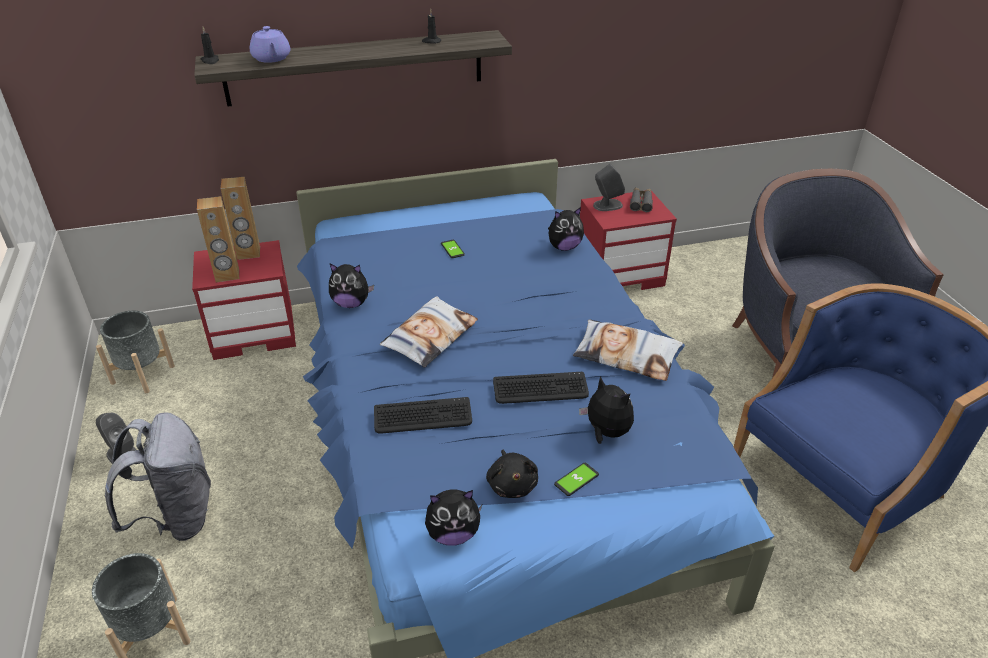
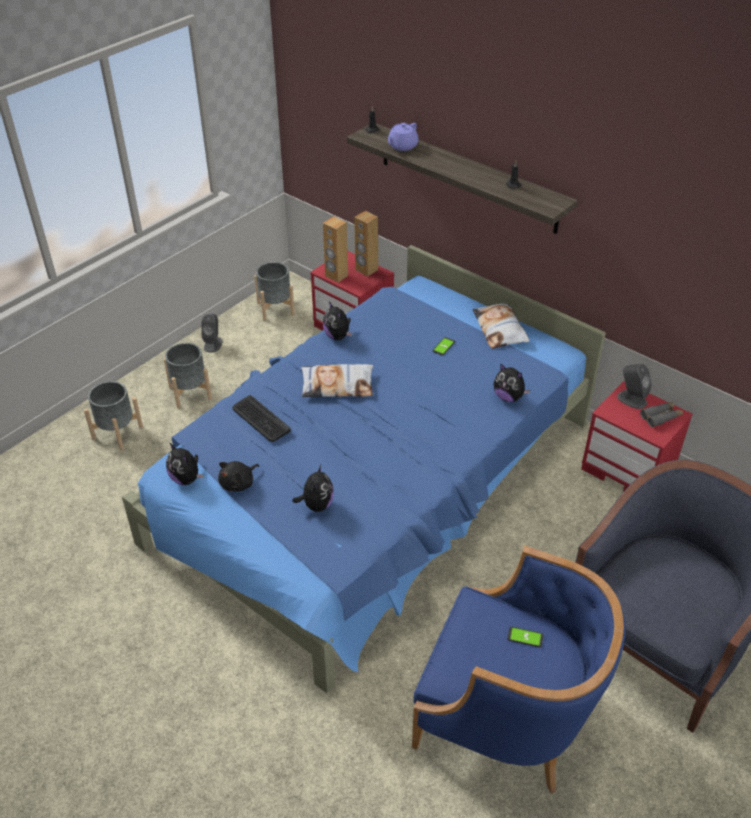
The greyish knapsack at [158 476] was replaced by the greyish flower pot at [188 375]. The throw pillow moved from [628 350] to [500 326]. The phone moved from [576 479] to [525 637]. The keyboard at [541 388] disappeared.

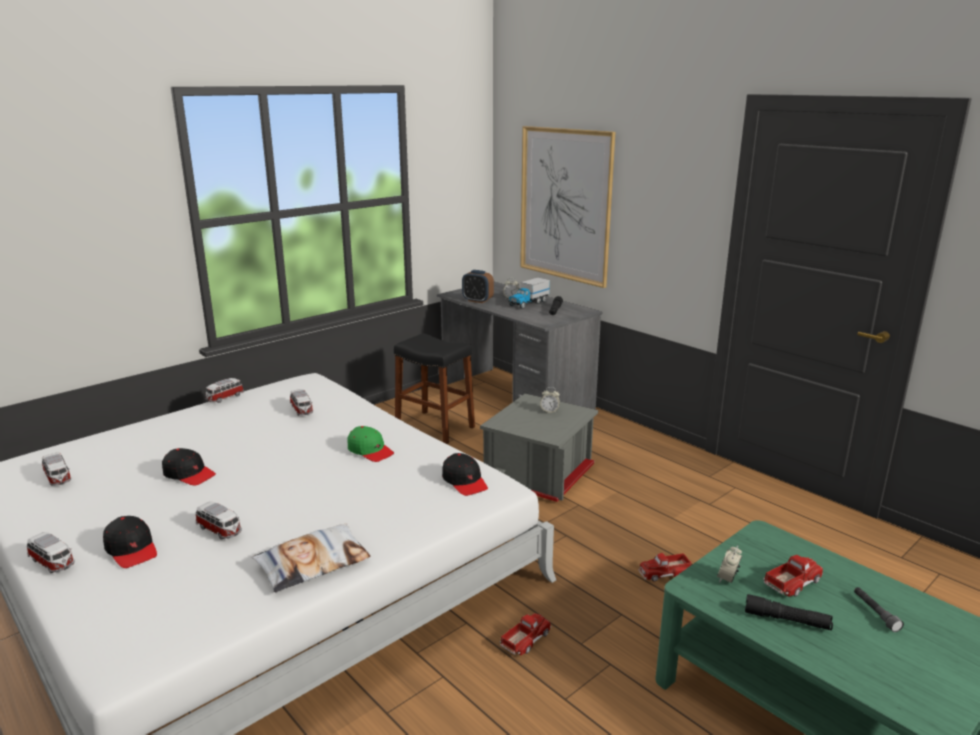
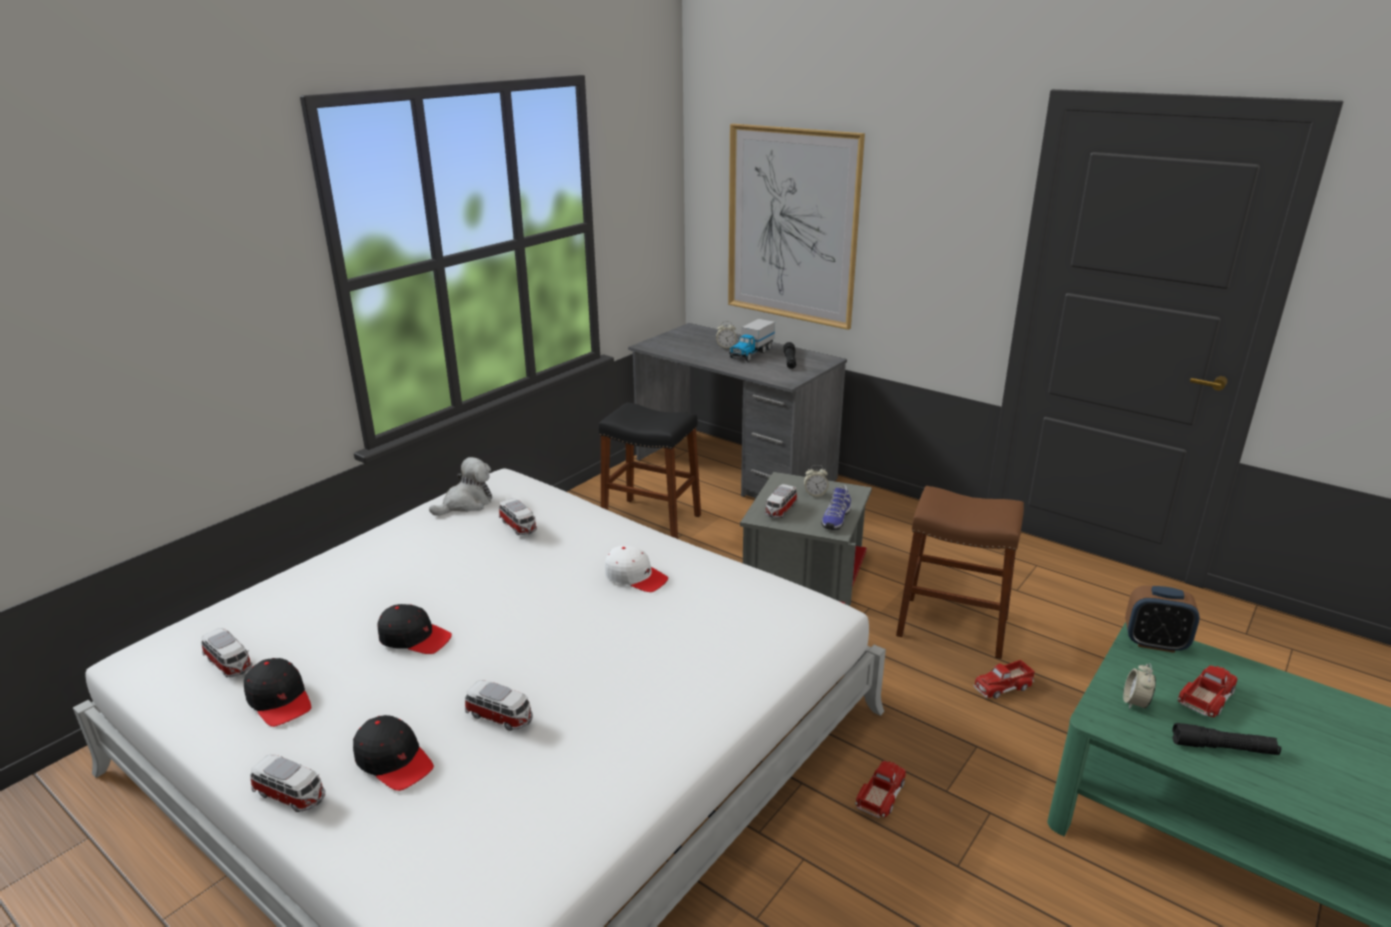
The black-coloured peaked cap moved from [465 474] to [277 692]. The soft toy at [460 486] appeared. The green peaked cap at [371 444] became the whitish peaked cap at [636 569]. The model car moved from [224 390] to [781 501]. The item of footwear at [836 507] appeared. The brown stool at [960 572] appeared. The table clock moved from [478 286] to [1162 619]. The throw pillow at [311 557] disappeared. The greyish hand torch at [879 609] disappeared.

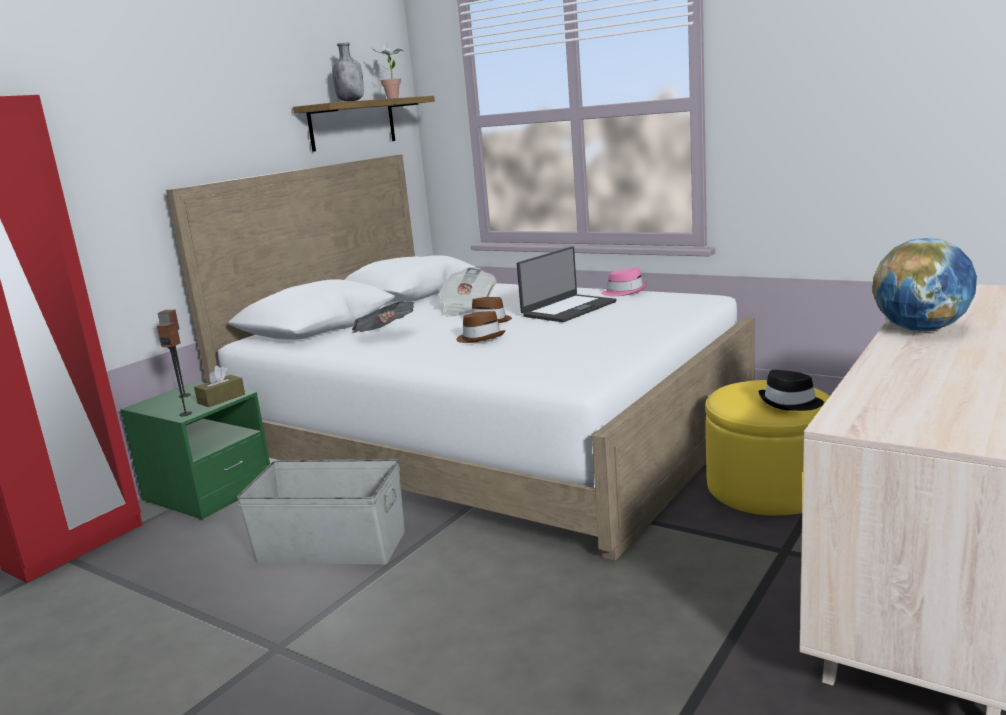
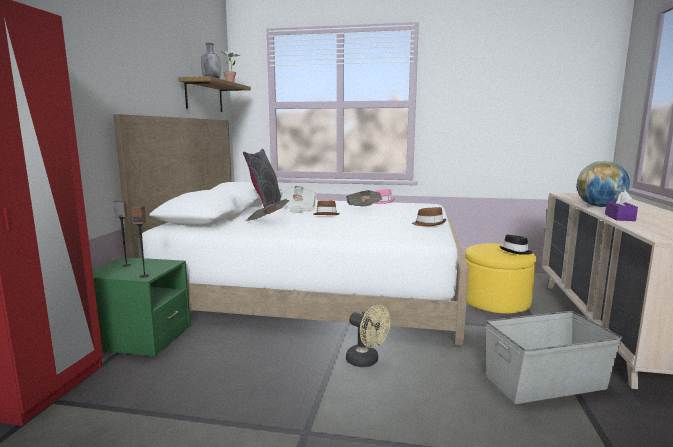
The greyish throw pillow at [262 178] appeared. The laptop at [566 284] was replaced by the newspaper at [364 198]. The beige cooling fan at [368 336] appeared. The brown clothing hat moved from [480 327] to [429 216]. The greyish storage bin moved from [321 512] to [554 357]. The purple-coloured box of tissues at [621 206] appeared. The brown box of tissues at [219 386] disappeared.

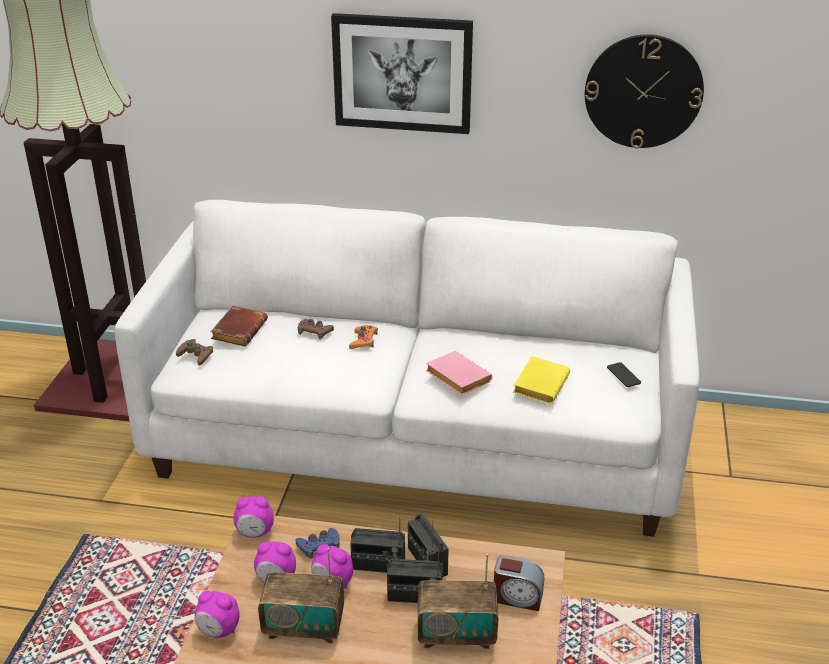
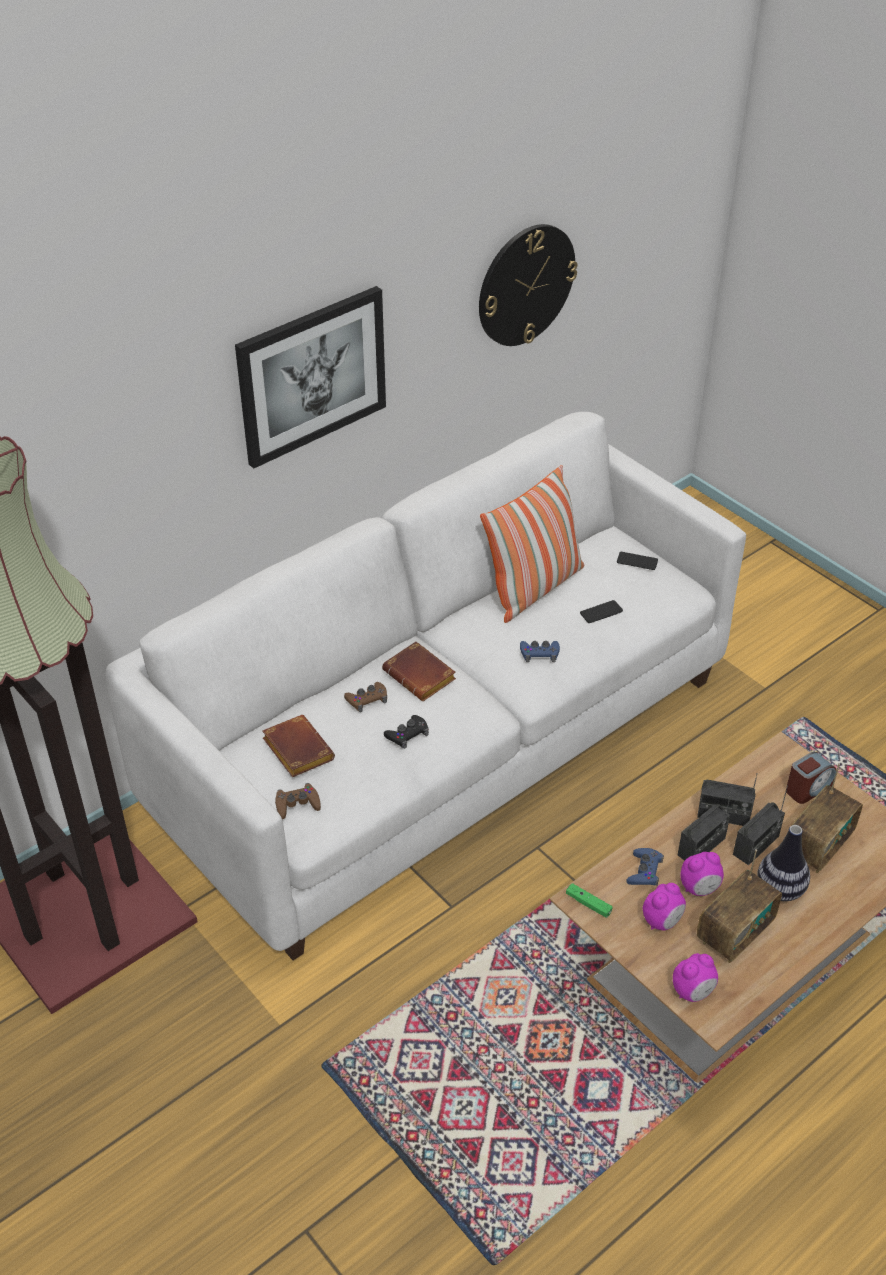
The orange-coloured game controller at [363 337] was replaced by the brown book at [419 671]. The black-coloured game controller at [406 732] appeared. The throw pillow at [532 544] appeared. The pinkish book at [459 373] was replaced by the bluish game controller at [540 651]. The table clock at [253 517] was replaced by the green game controller at [589 900]. The yellowish book at [541 380] was replaced by the phone at [601 611]. The vase at [783 863] appeared.

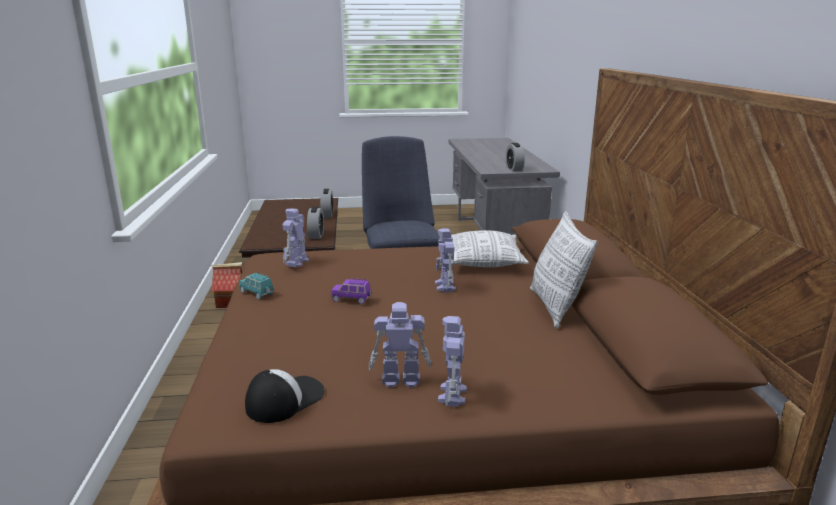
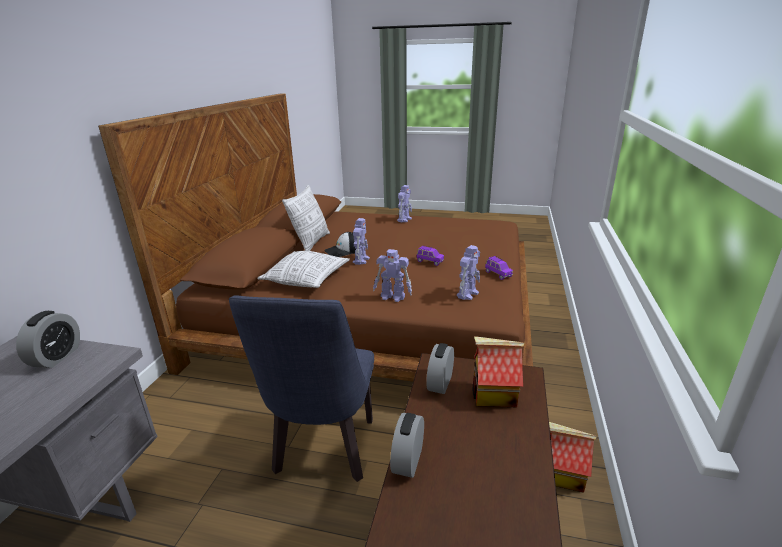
The peaked cap moved from [285 396] to [340 244]. The toy robot moved from [400 345] to [392 275]. The miniature house at [498 371] appeared. The blue-green model car at [256 286] became the purple-coloured model car at [499 268].

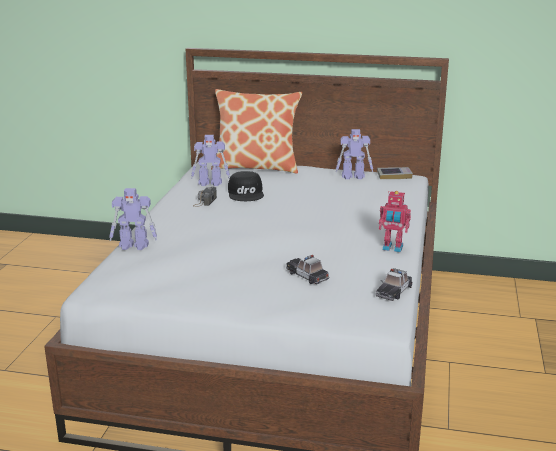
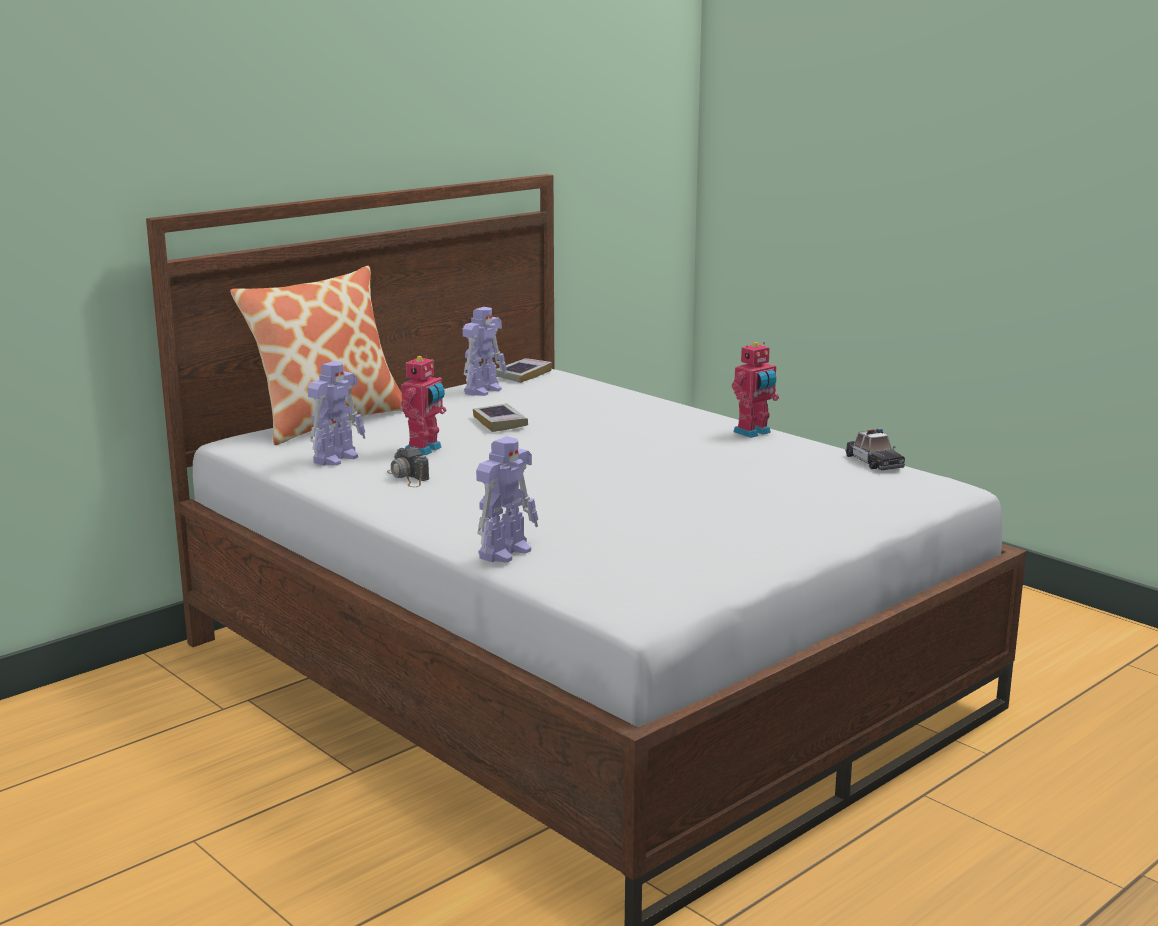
The black-coloured peaked cap at [246 186] was replaced by the toy robot at [423 405]. The book at [500 417] appeared. The model car at [307 269] disappeared.

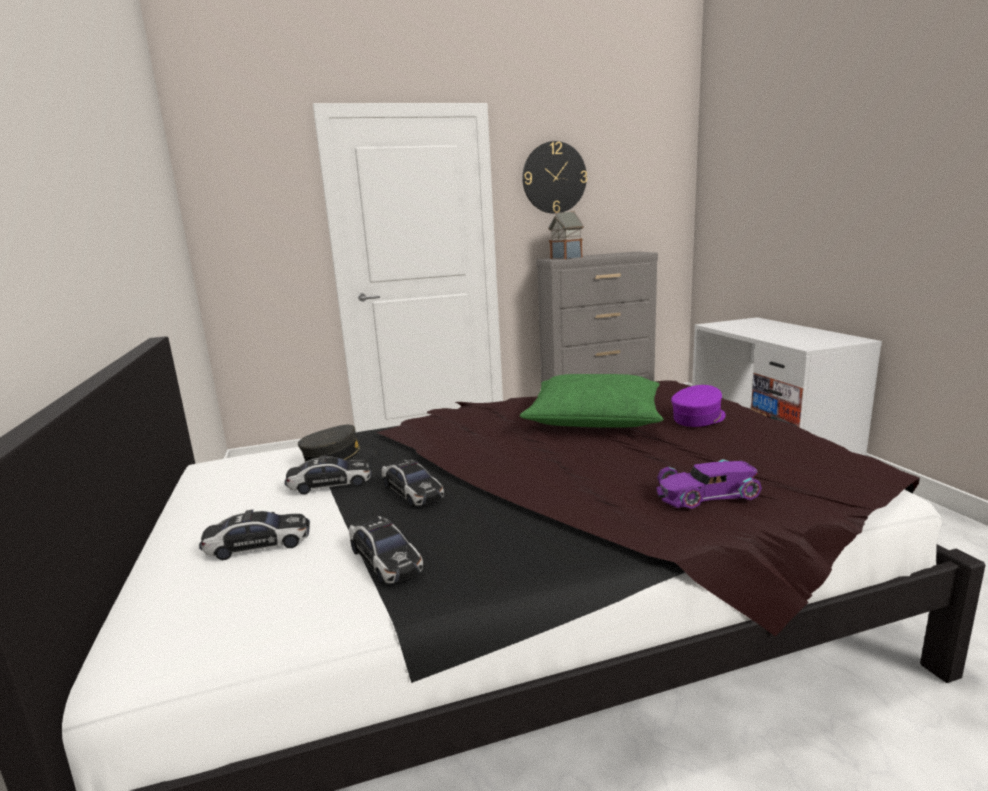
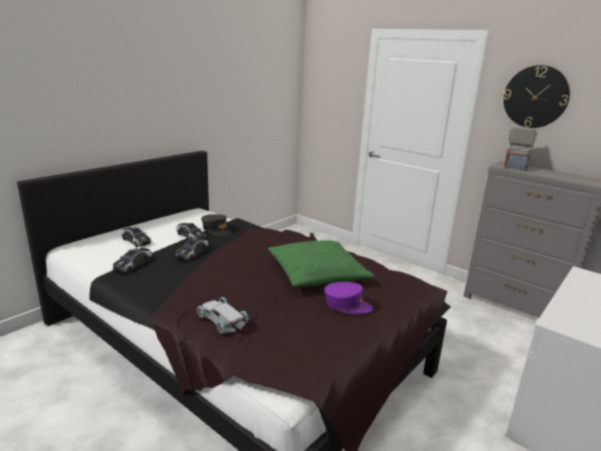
The purple-coloured model car at [709 484] became the whitish model car at [223 315].

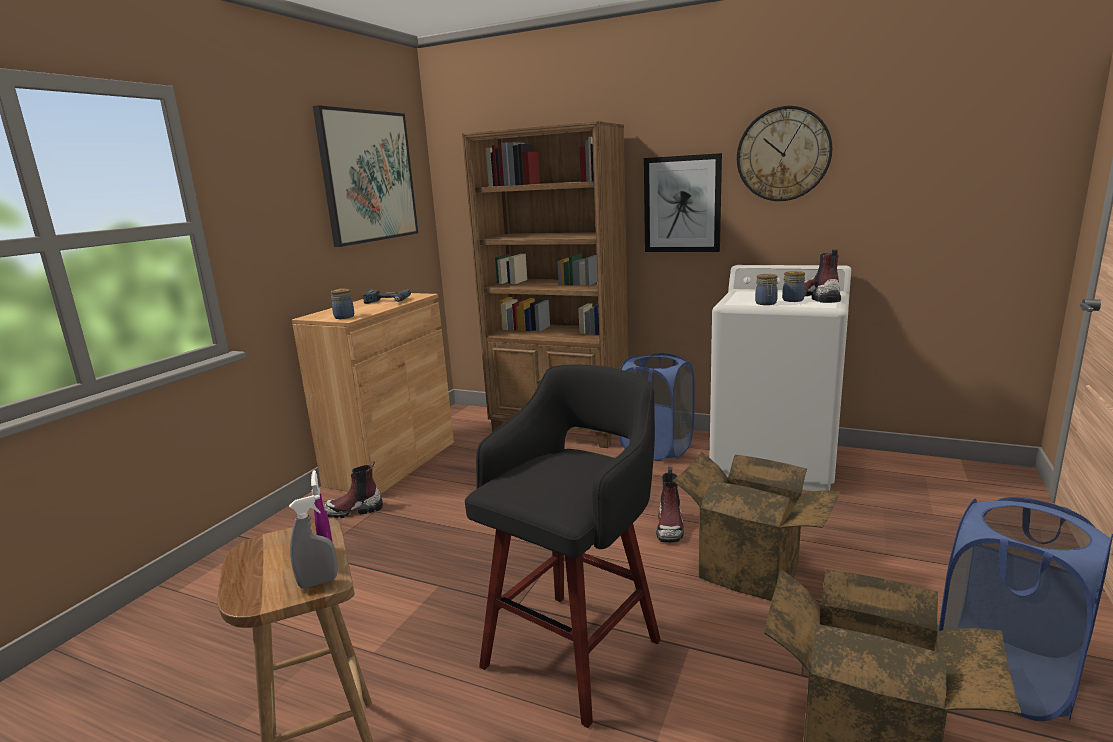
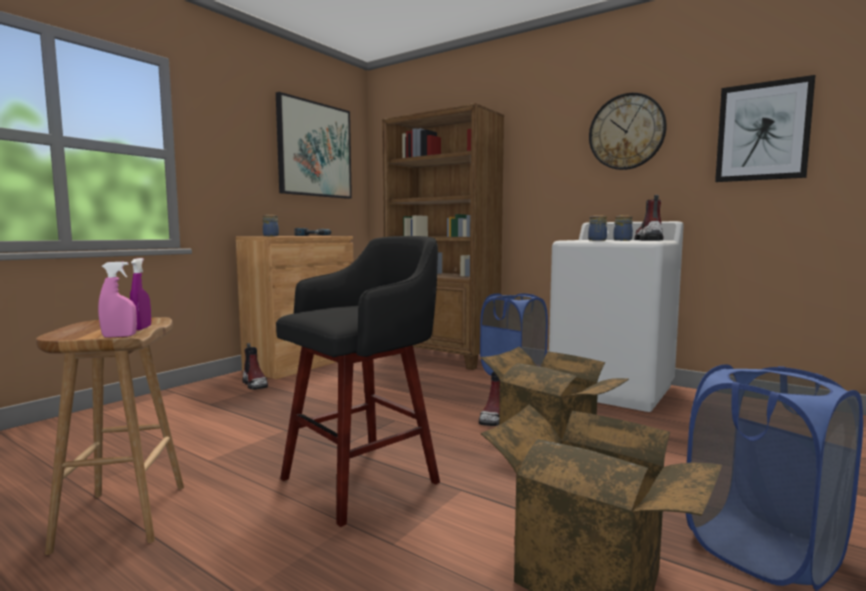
The greyish spray bottle at [313 541] became the pinkish spray bottle at [117 300]. The boot at [353 489] turned 120 degrees counterclockwise. The wall picture moved from [683 202] to [765 128].

